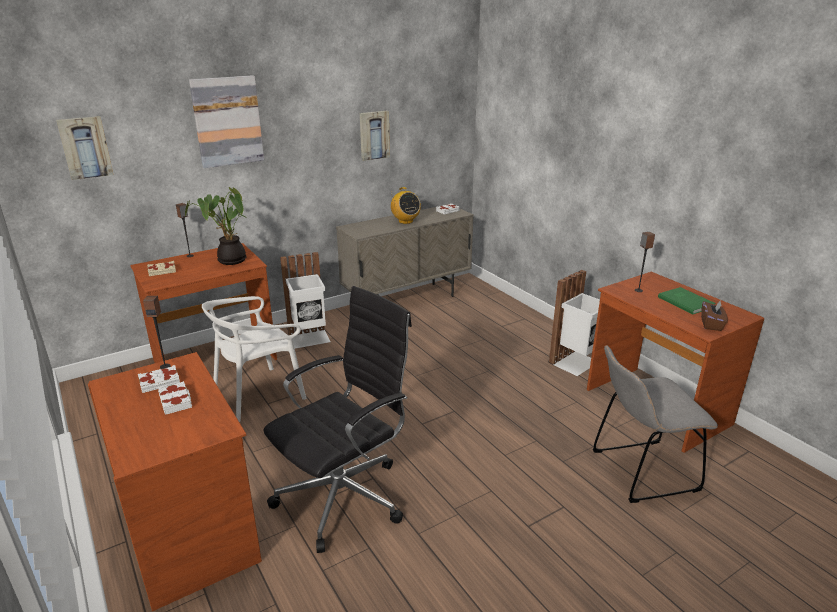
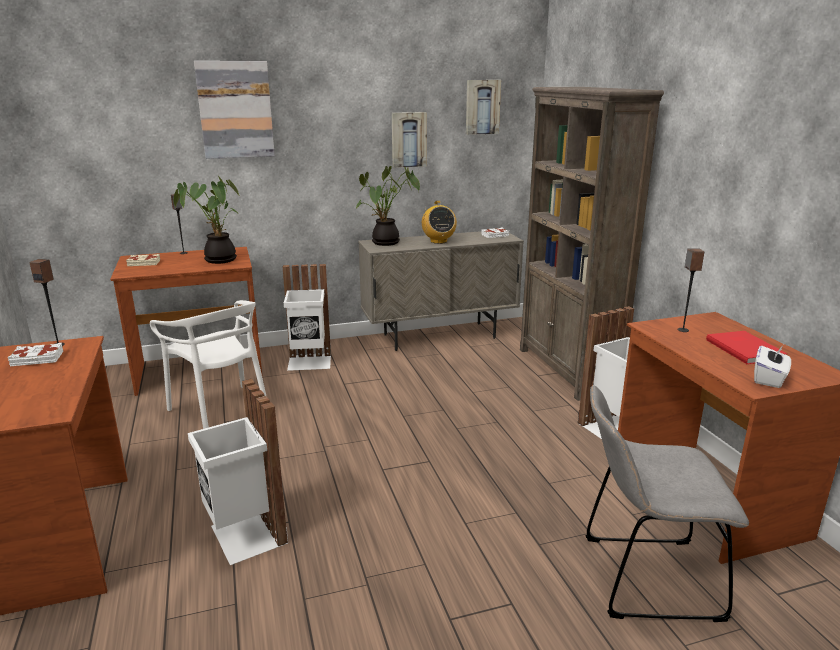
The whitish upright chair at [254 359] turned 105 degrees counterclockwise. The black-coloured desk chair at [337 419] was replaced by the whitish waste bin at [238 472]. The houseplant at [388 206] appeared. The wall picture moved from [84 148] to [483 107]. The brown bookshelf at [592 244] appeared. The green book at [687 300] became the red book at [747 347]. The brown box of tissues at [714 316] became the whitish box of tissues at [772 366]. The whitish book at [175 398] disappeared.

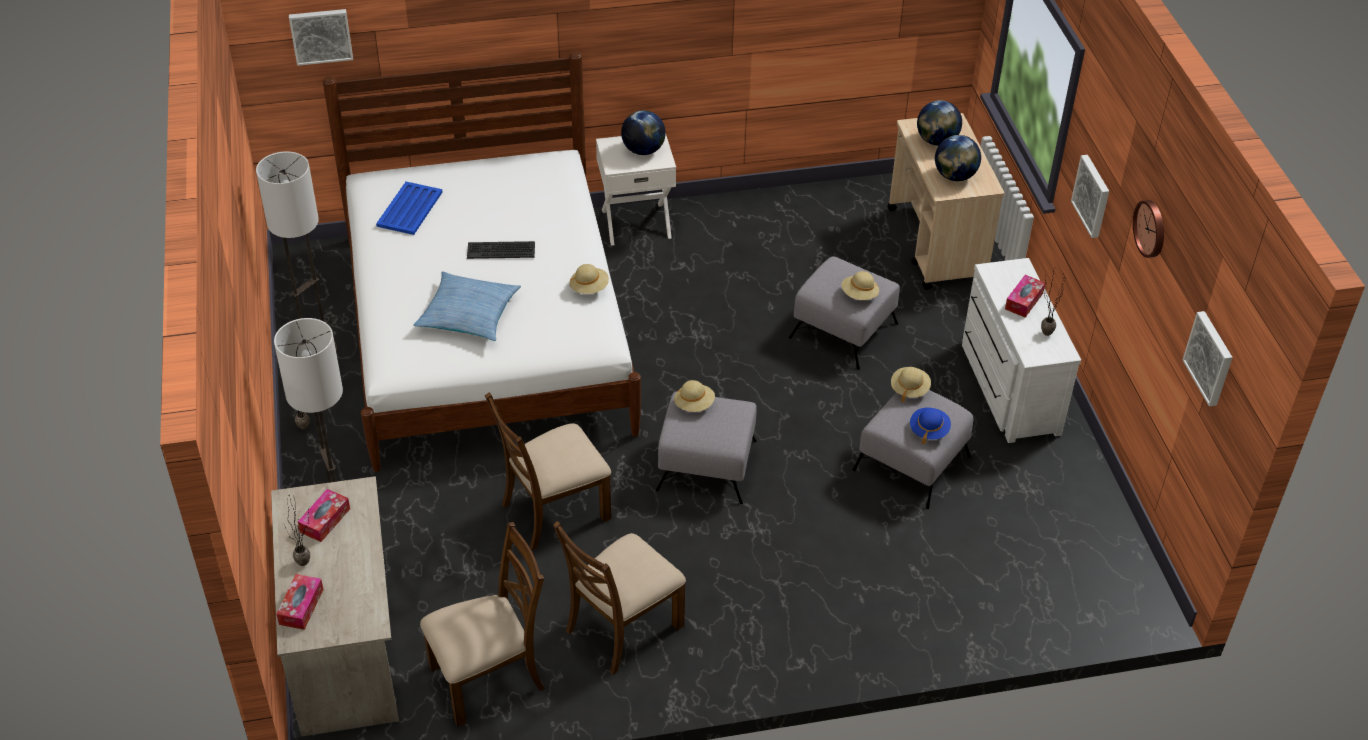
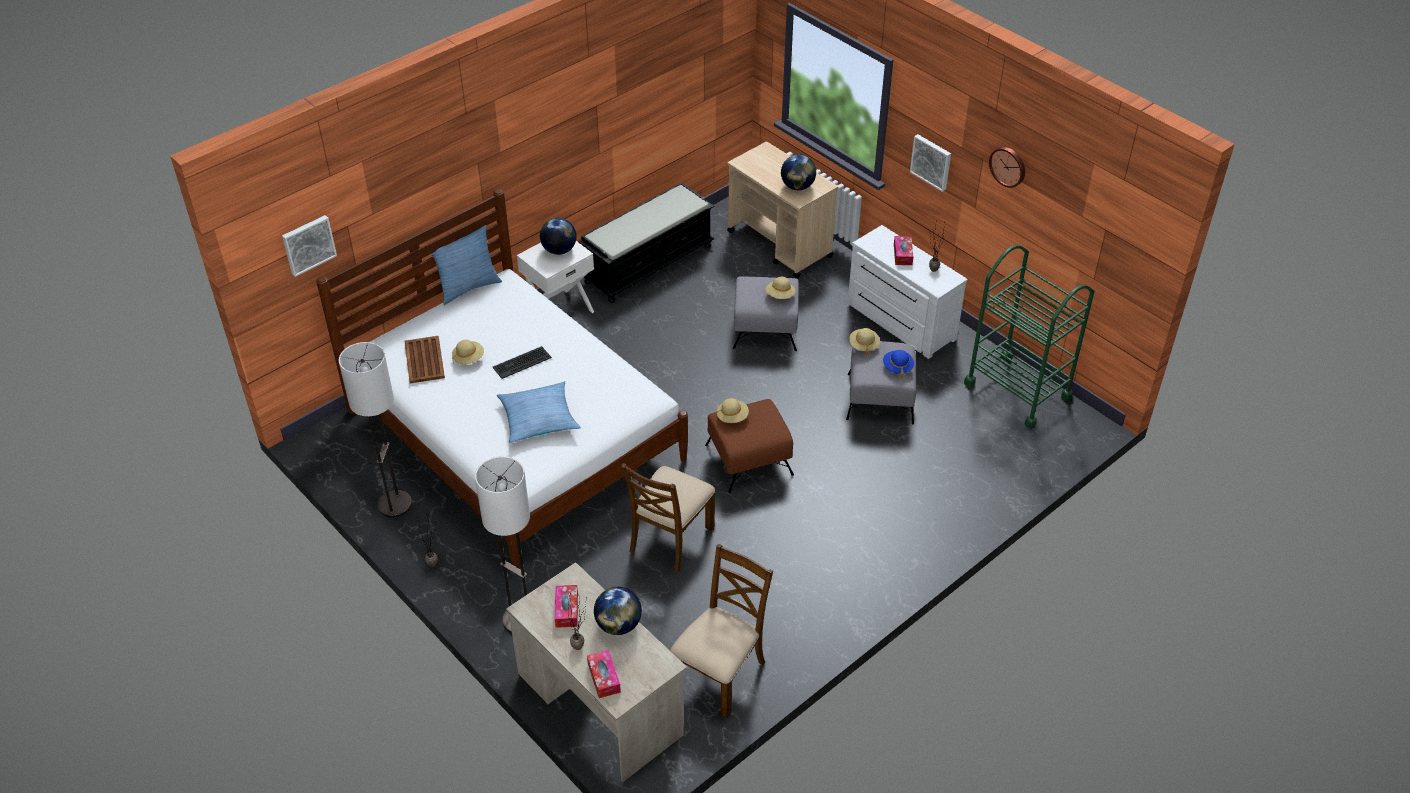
The bluish serving tray at [409 208] became the brown serving tray at [425 359]. The throw pillow at [467 265] appeared. The beige clothing hat moved from [589 279] to [468 352]. The black-coloured indoor bench at [646 243] appeared. The world globe moved from [939 123] to [618 611]. The greyish ottoman at [706 448] became the brown ottoman at [749 446]. The green wheeled cart at [1029 337] appeared. The brown upright chair at [619 598] disappeared. The wall picture at [1208 358] disappeared.

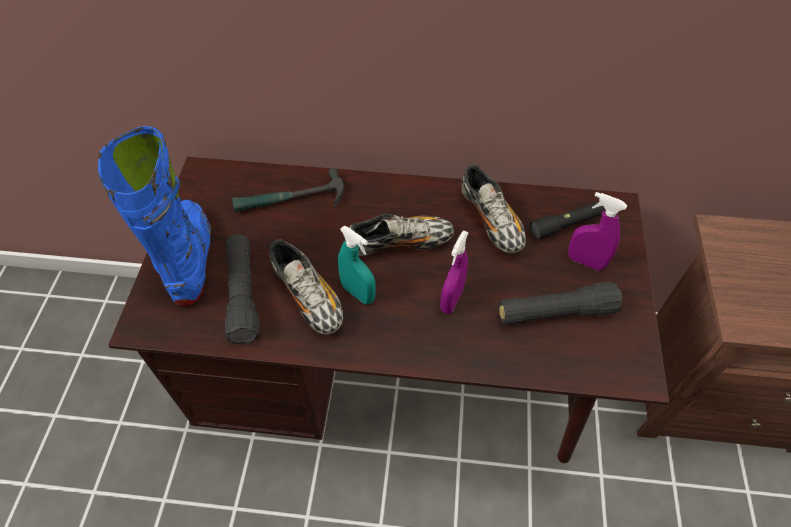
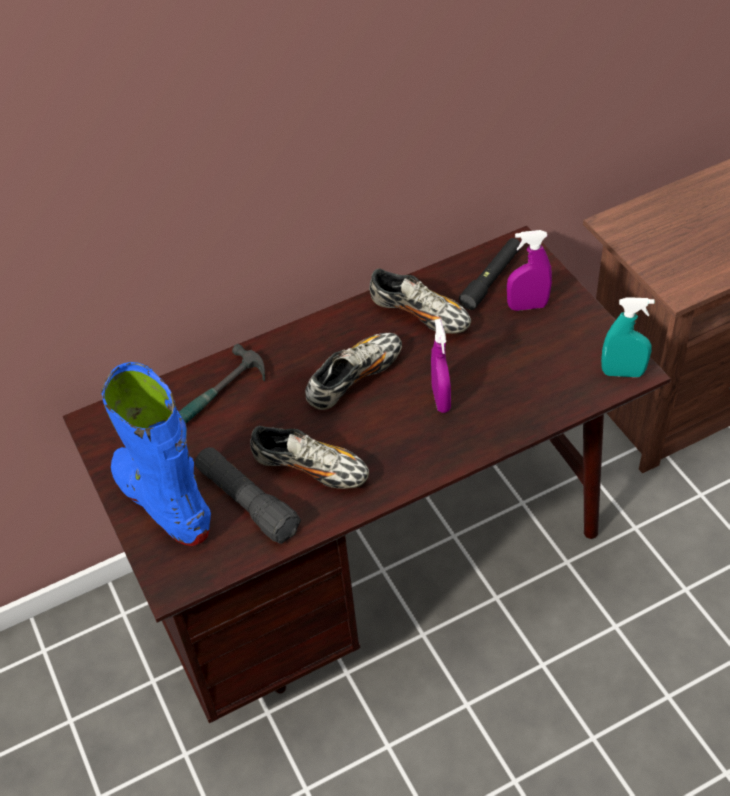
The blue-green spray bottle moved from [357 265] to [627 337]. The black-coloured hand torch at [560 303] disappeared.

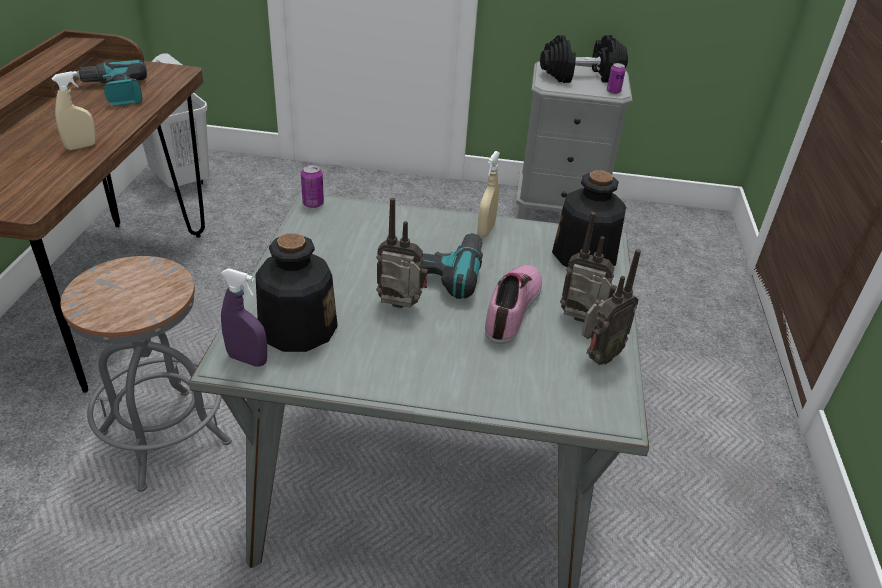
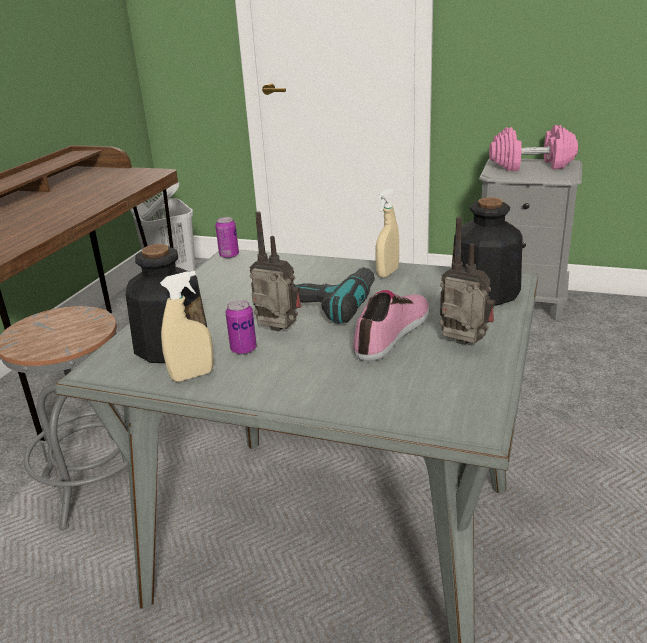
The beige spray bottle moved from [74 110] to [187 326]. The sealed can moved from [616 78] to [241 327]. The black-coloured free weight at [584 59] became the pinkish free weight at [533 148]. The power drill at [110 82] disappeared. The purple-coloured spray bottle at [244 317] disappeared. The radio at [611 307] disappeared.

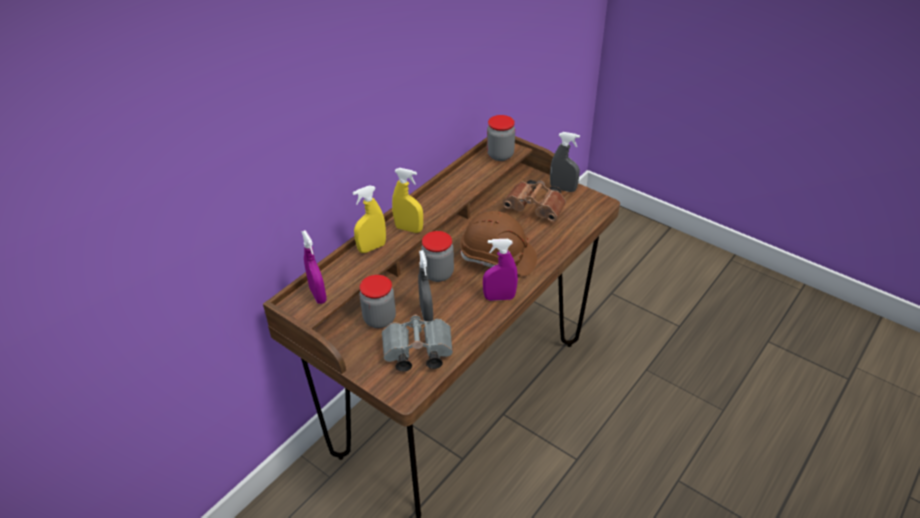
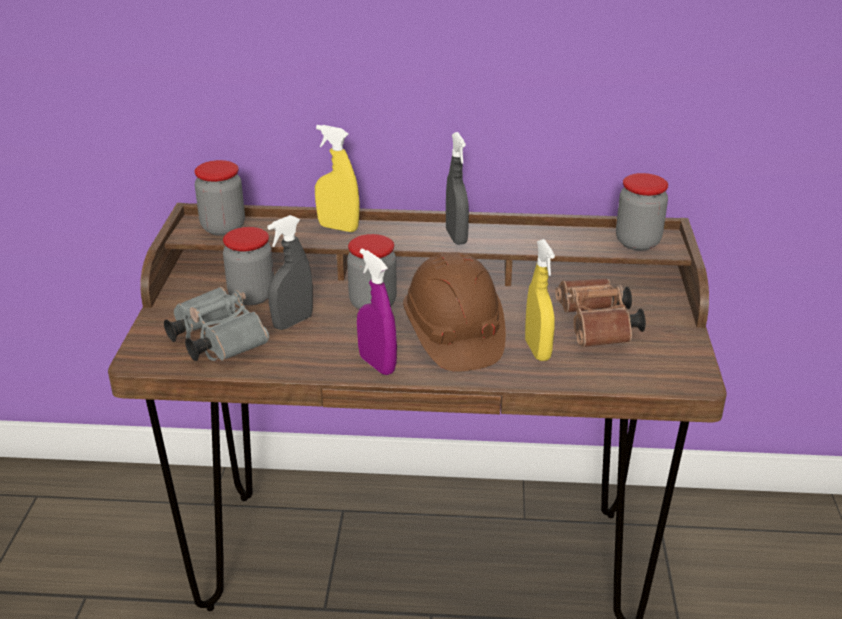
The purple-coloured spray bottle at [314 267] was replaced by the preserve jar at [220 198]. The greyish spray bottle moved from [565 162] to [457 188]. The yellowish spray bottle moved from [407 200] to [540 300].

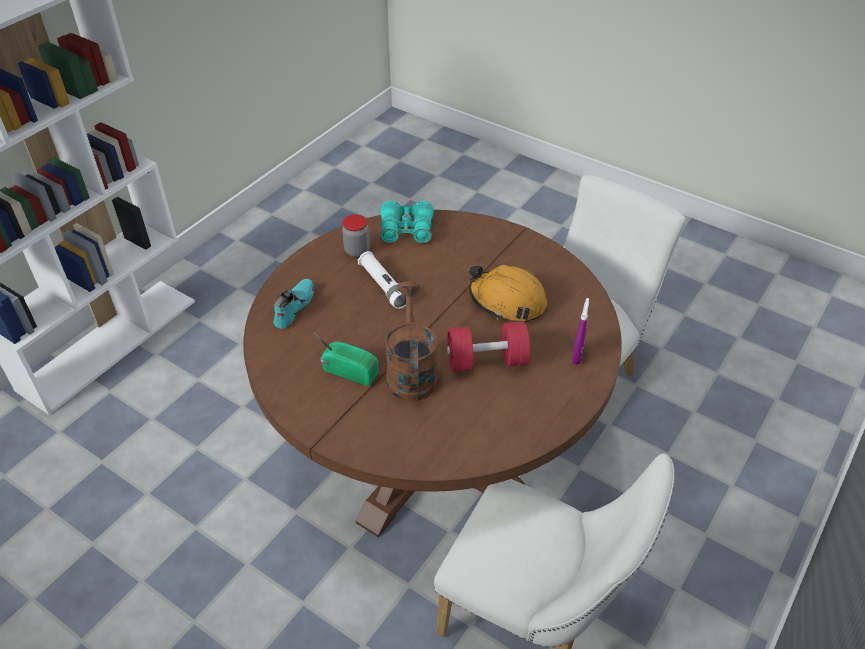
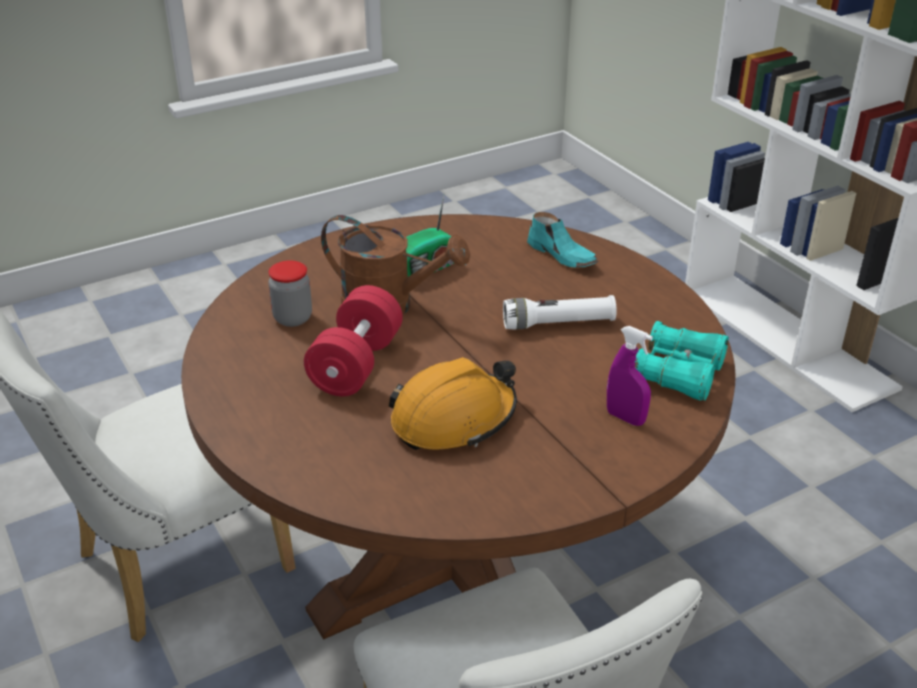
The preserve jar moved from [356 235] to [290 293]. The purple-coloured spray bottle moved from [580 331] to [630 376].

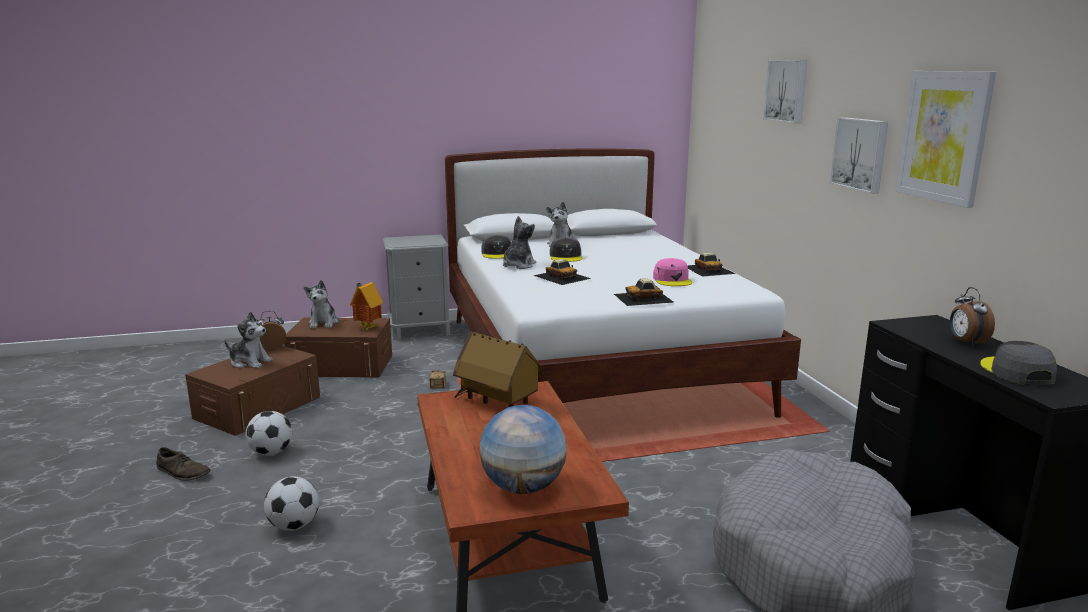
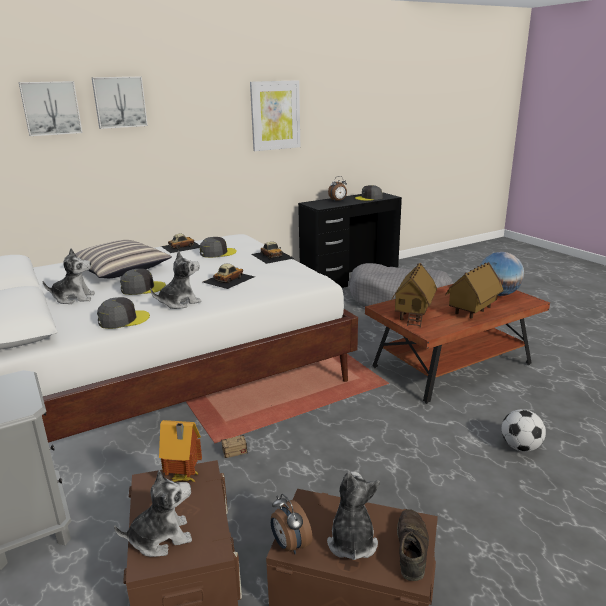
The wall picture moved from [859 155] to [50 108]. The throw pillow at [123 259] appeared. The soft toy at [519 242] turned 135 degrees clockwise. The pinkish peaked cap at [672 272] became the greyish peaked cap at [218 247]. The brown item of footwear moved from [183 464] to [413 545]. The miniature house at [474 290] appeared. The football ball at [268 433] disappeared.

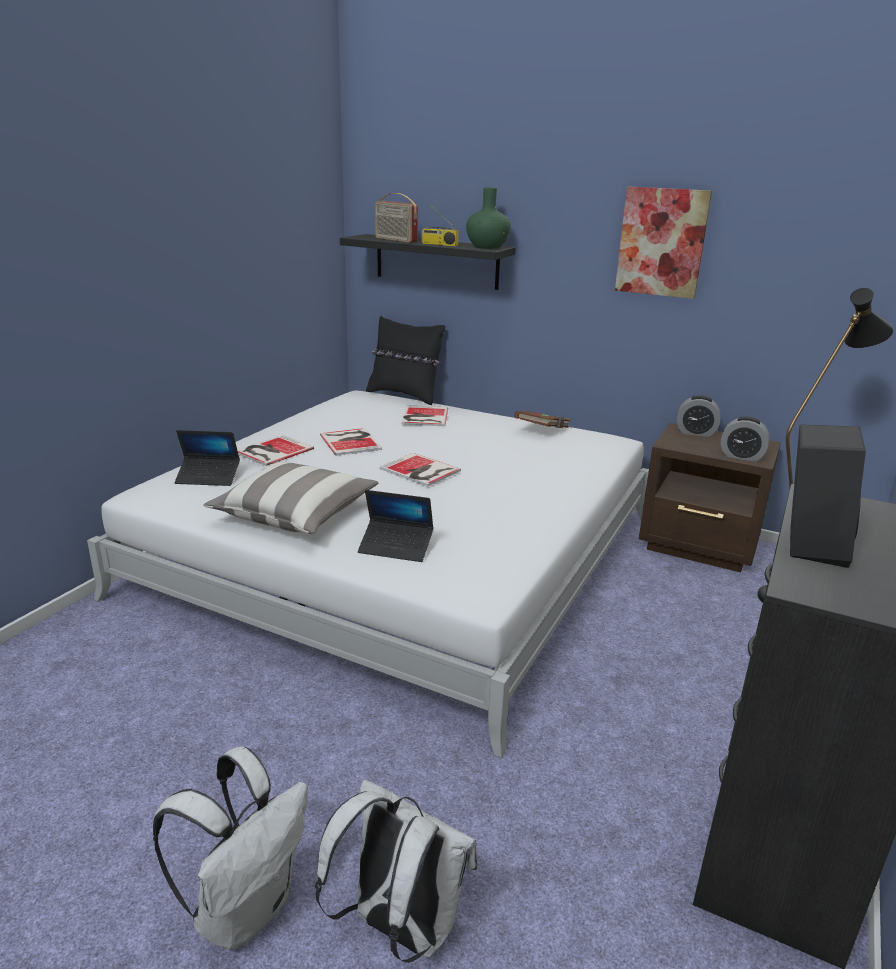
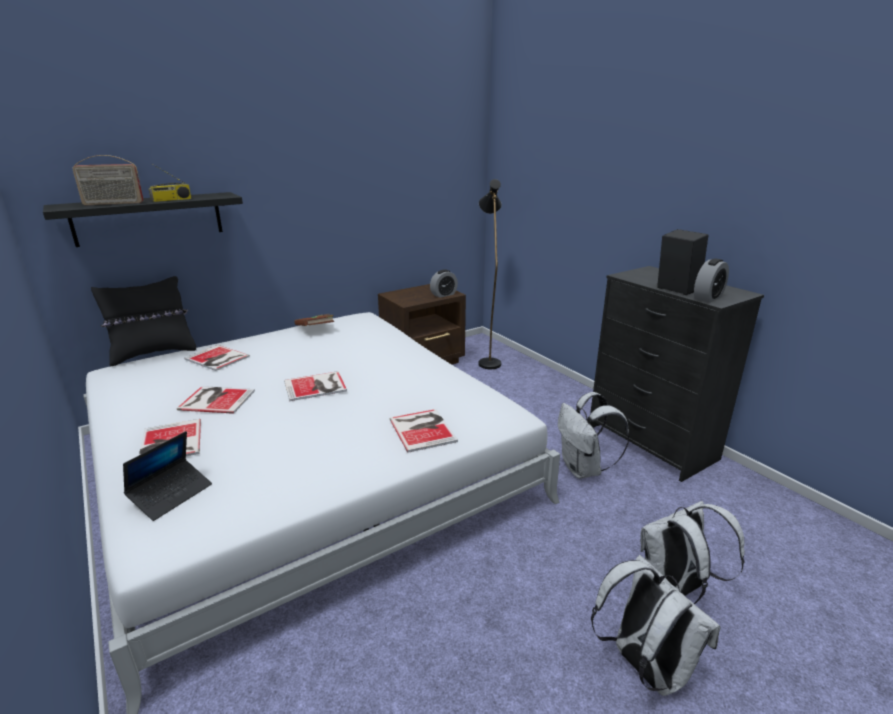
The laptop at [396 526] was replaced by the book at [423 431]. The whitish knapsack at [593 435] appeared. The table clock moved from [698 416] to [711 280]. The throw pillow at [290 497] disappeared. The green vase at [488 218] disappeared. The wall picture at [663 242] disappeared.

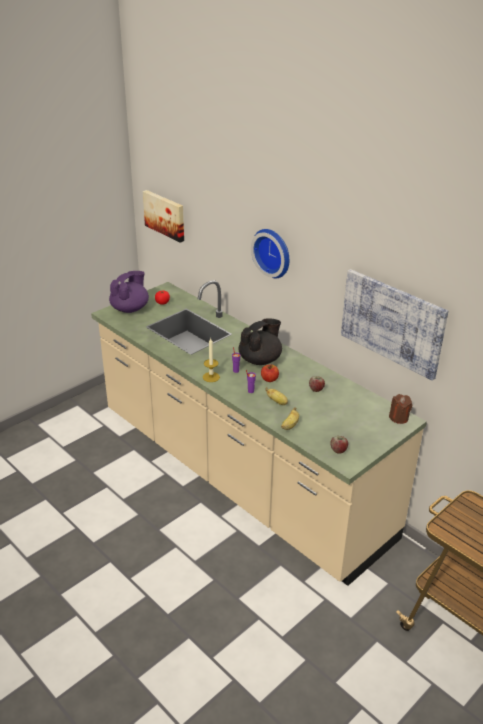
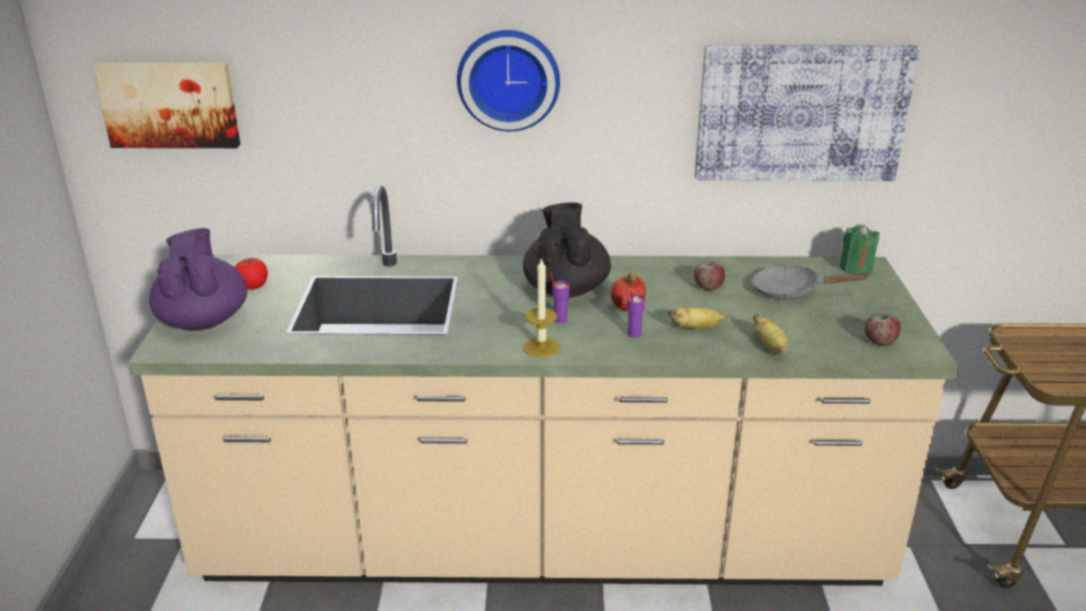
The greyish skillet at [810 282] appeared. The brown candle at [400 409] became the green candle at [859 250].

